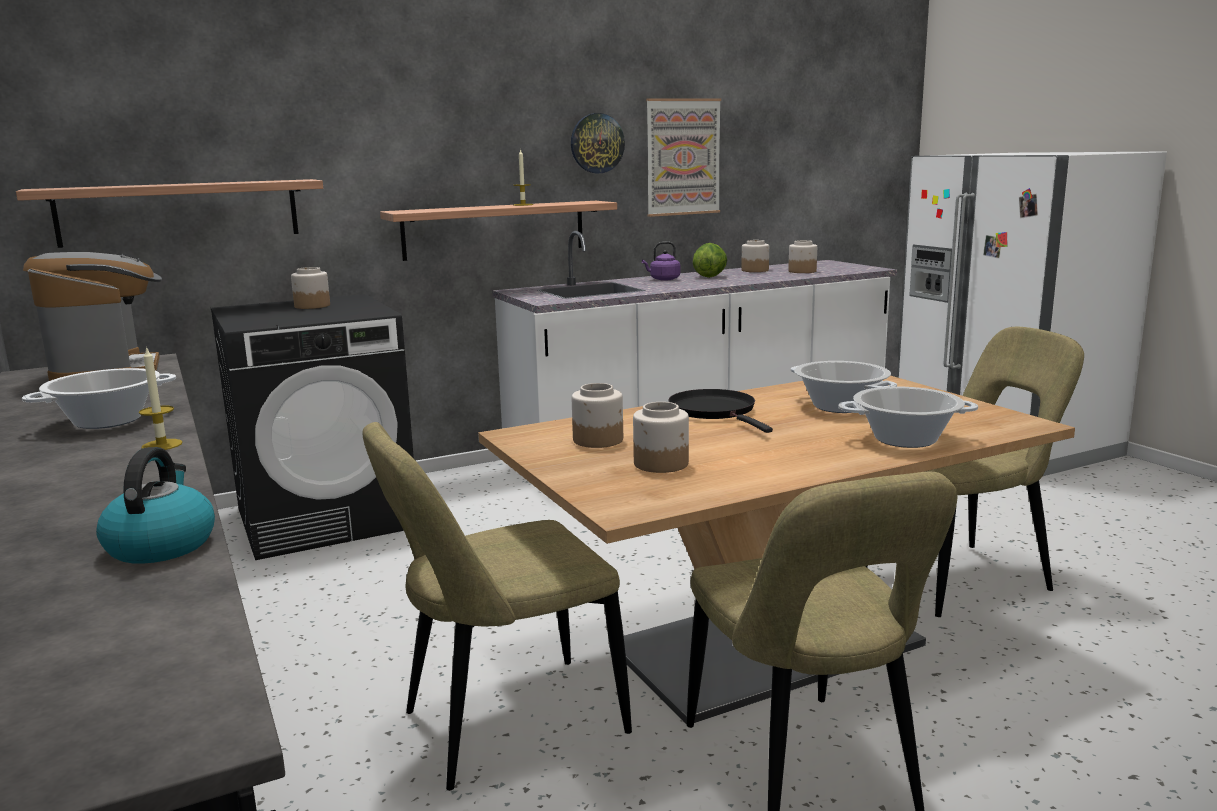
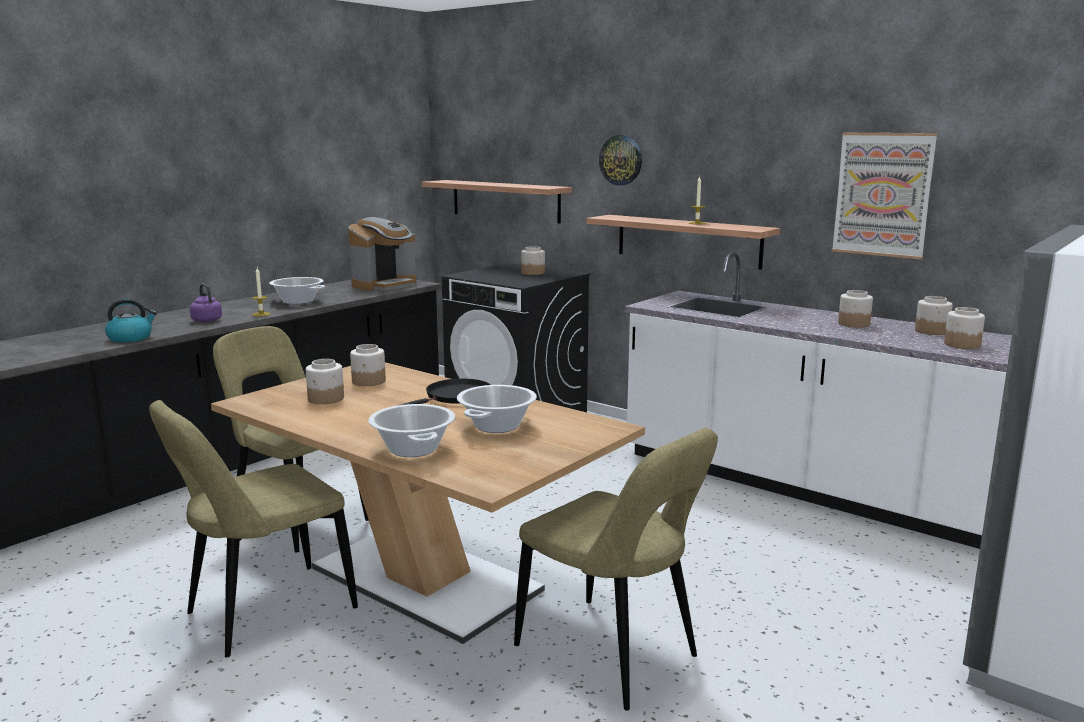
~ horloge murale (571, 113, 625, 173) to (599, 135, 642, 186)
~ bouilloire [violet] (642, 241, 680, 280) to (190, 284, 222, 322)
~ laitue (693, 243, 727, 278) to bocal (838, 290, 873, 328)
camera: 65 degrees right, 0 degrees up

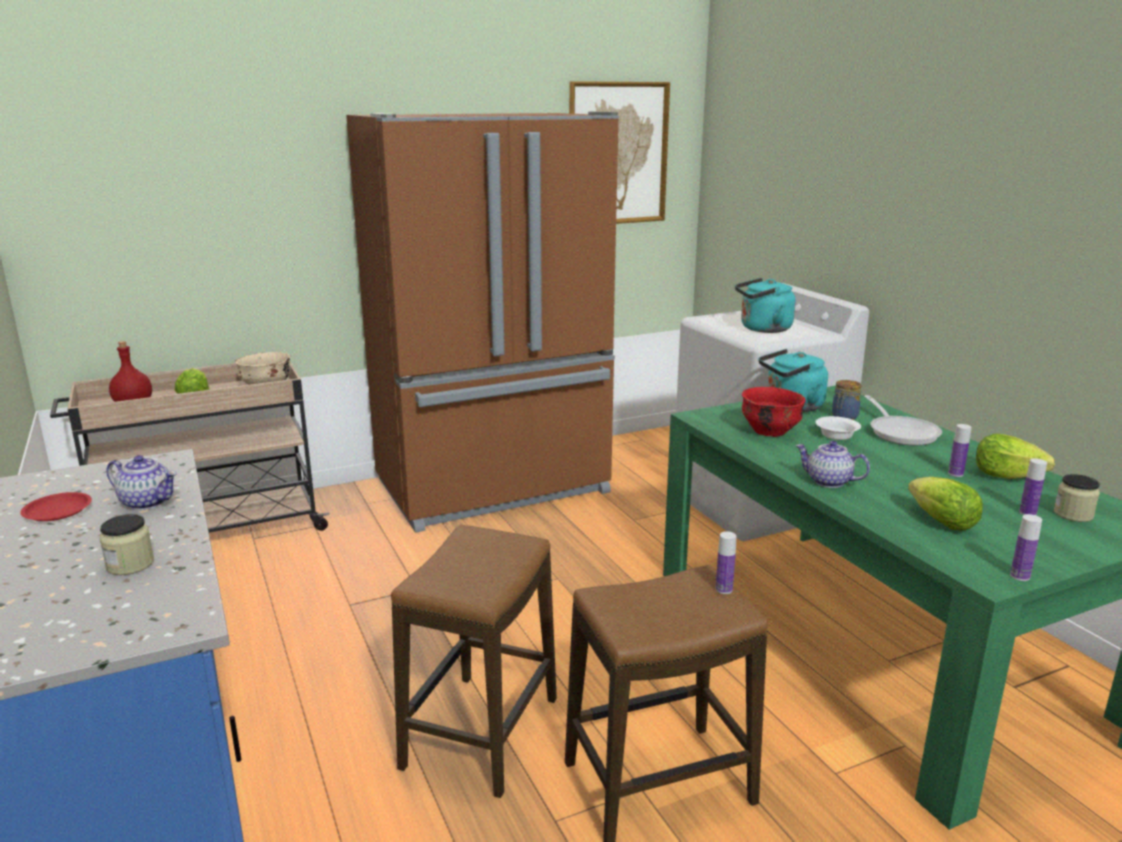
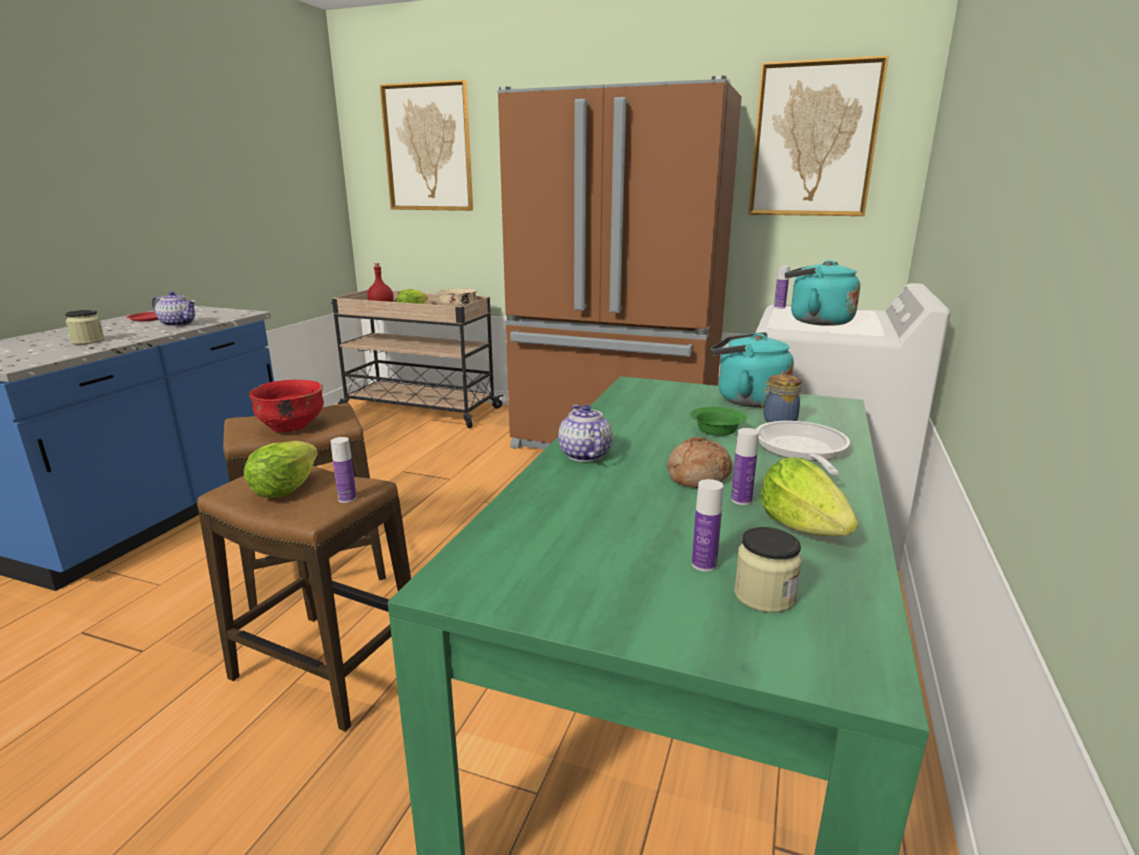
~ bol [rouge] (742, 387, 806, 437) to (248, 380, 324, 432)
~ poêle (864, 395, 942, 446) = (756, 421, 850, 475) 150 degrees clockwise
~ bol [blanc] (816, 416, 861, 440) to bol [vert] (690, 407, 747, 436)
~ théière (106, 455, 177, 510) = (152, 291, 196, 327) 45 degrees counterclockwise
~ laitue (908, 477, 983, 530) to (244, 441, 318, 497)
~ bouteille (1010, 514, 1042, 581) to (774, 266, 790, 309)
+ tableau (380, 80, 473, 211)
+ pain (667, 437, 732, 488)
camera: 45 degrees right, 0 degrees up

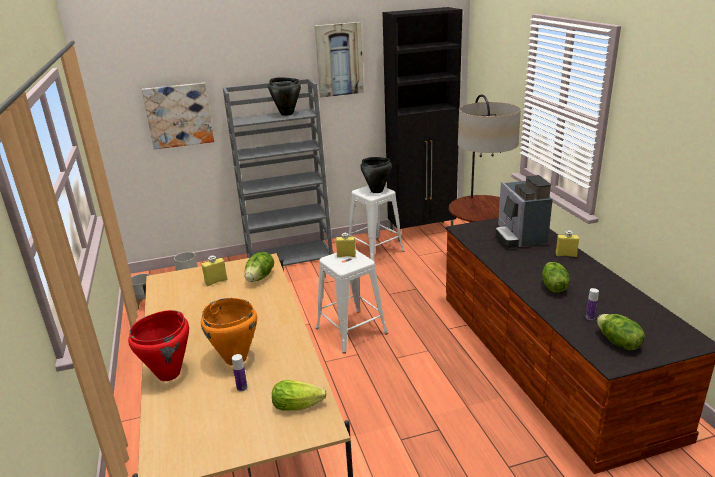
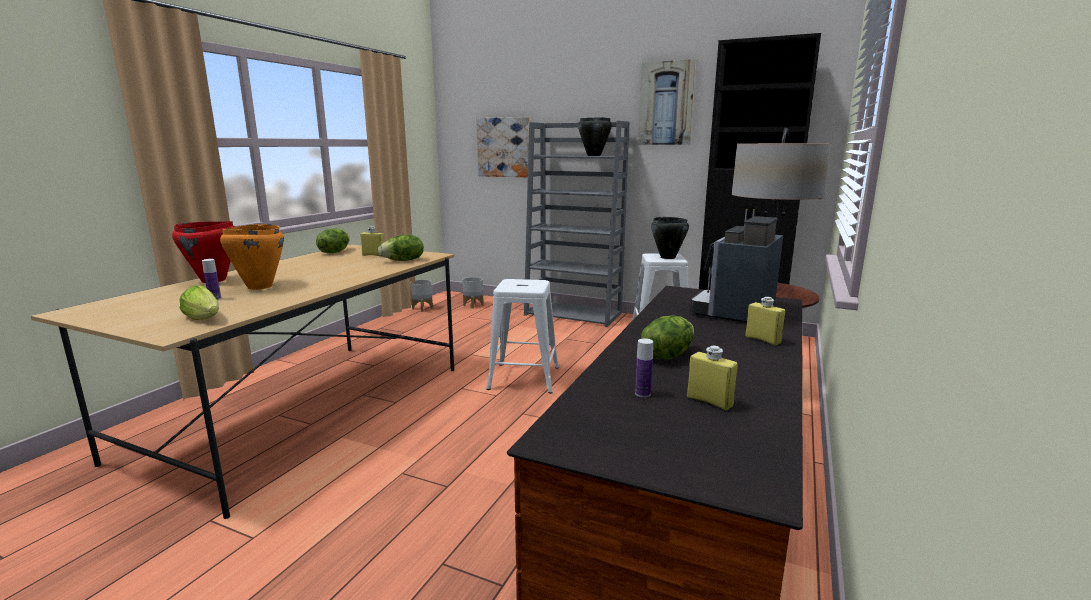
~ bouteille [jaune] (336, 233, 356, 257) to (687, 346, 738, 411)
~ laitue (597, 314, 645, 350) to (316, 229, 350, 253)
camera: 40 degrees right, 10 degrees down

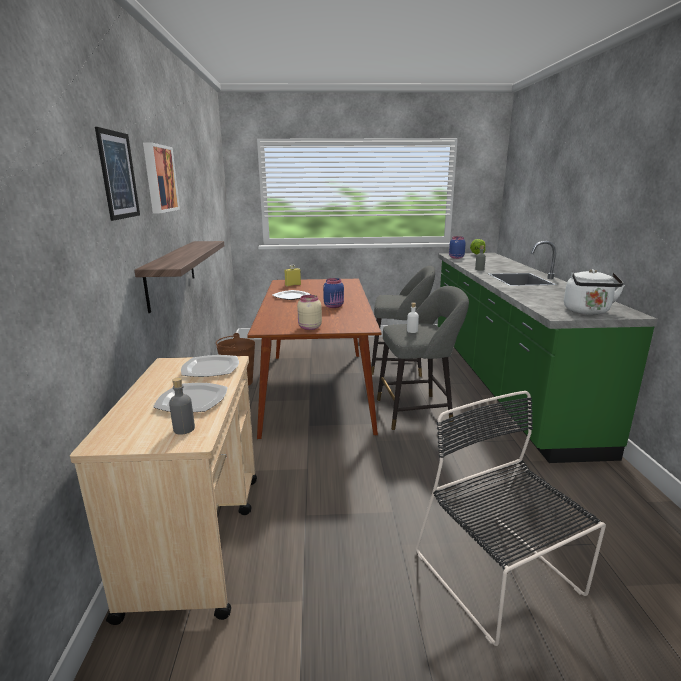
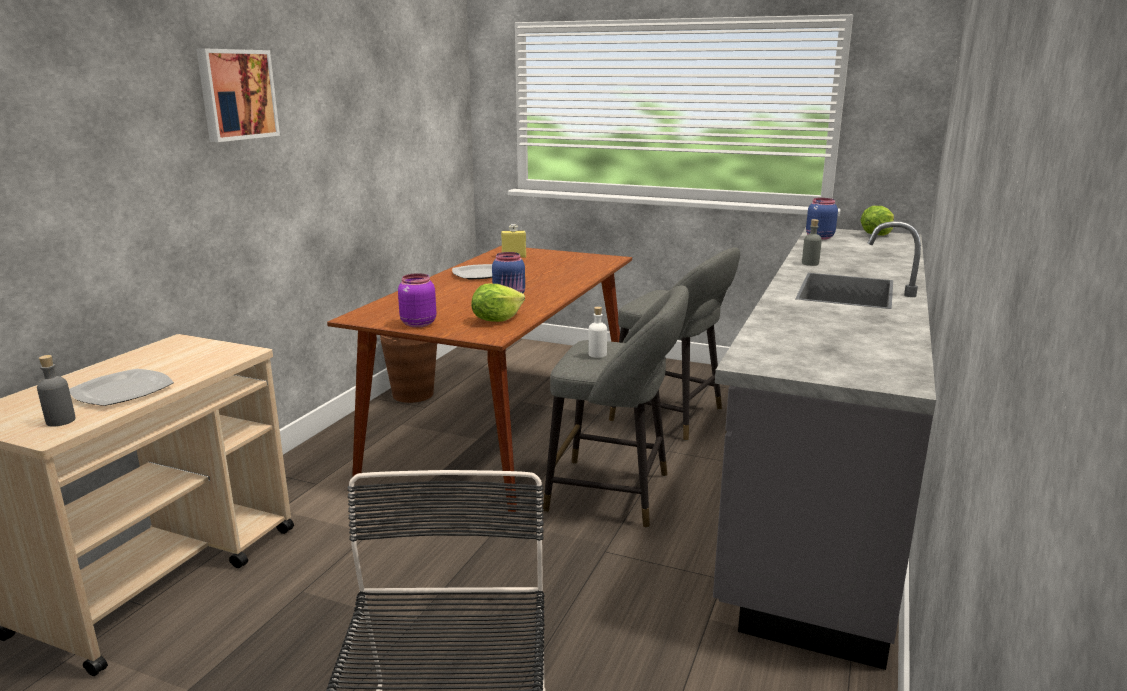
- tableau (95, 127, 140, 221)
- étagère (134, 241, 224, 313)
~ comptoir de cuisine [vert] (438, 241, 658, 463) to comptoir de cuisine [gris] (713, 221, 936, 670)
- bouilloire [blanc] (564, 269, 625, 315)
~ bocal [beige] (297, 295, 322, 330) to bocal [violet] (398, 273, 437, 328)
- assiette (181, 355, 239, 377)
+ laitue (471, 284, 525, 322)
camera: 25 degrees right, 0 degrees up

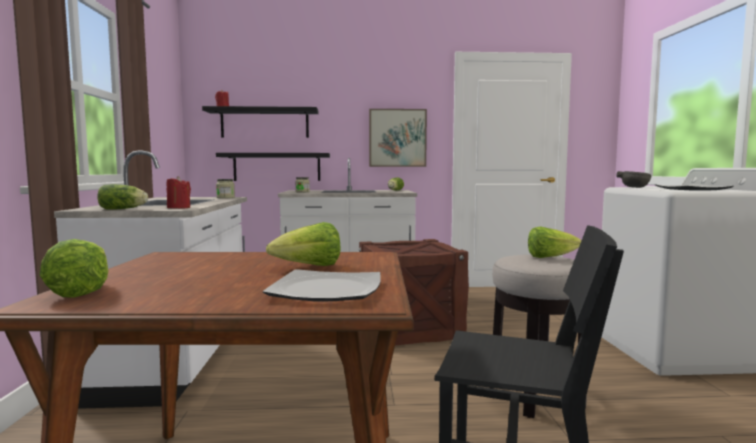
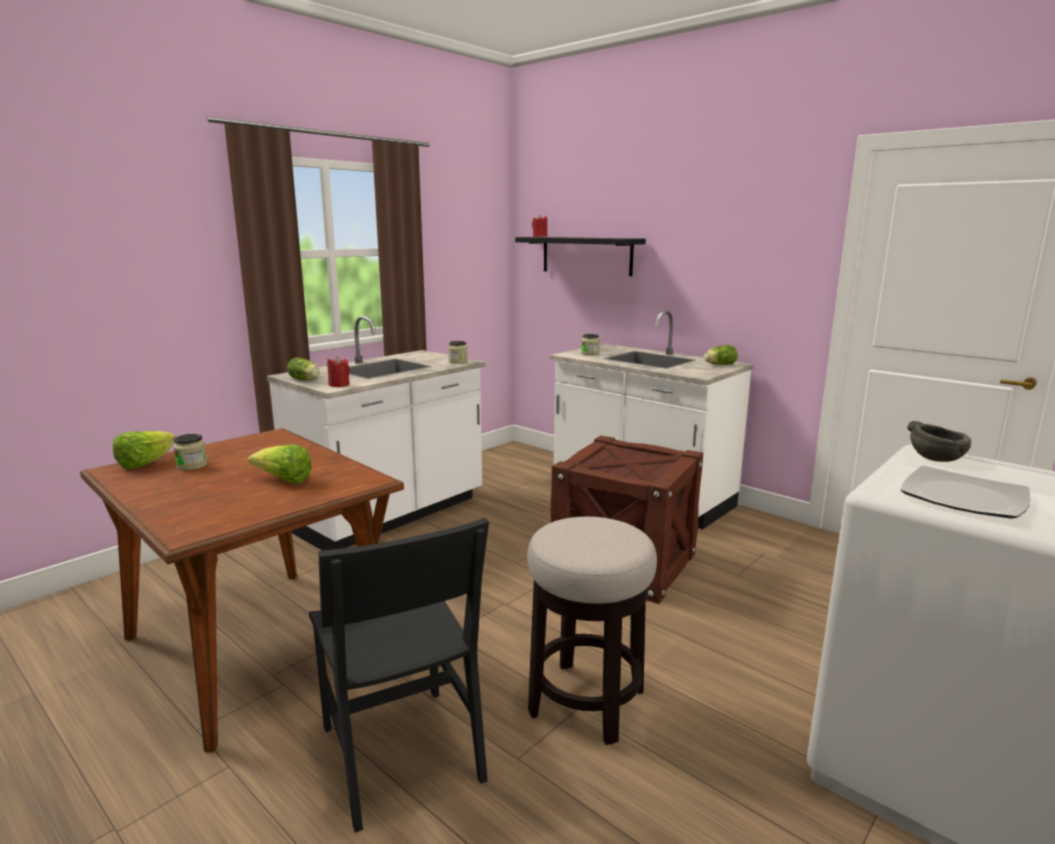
- tableau (369, 109, 427, 167)
- étagère [noir] (216, 153, 330, 181)
- laitue (528, 226, 582, 258)
- assiette (263, 269, 381, 301)
+ bocal (173, 434, 207, 470)
camera: 45 degrees right, 10 degrees up

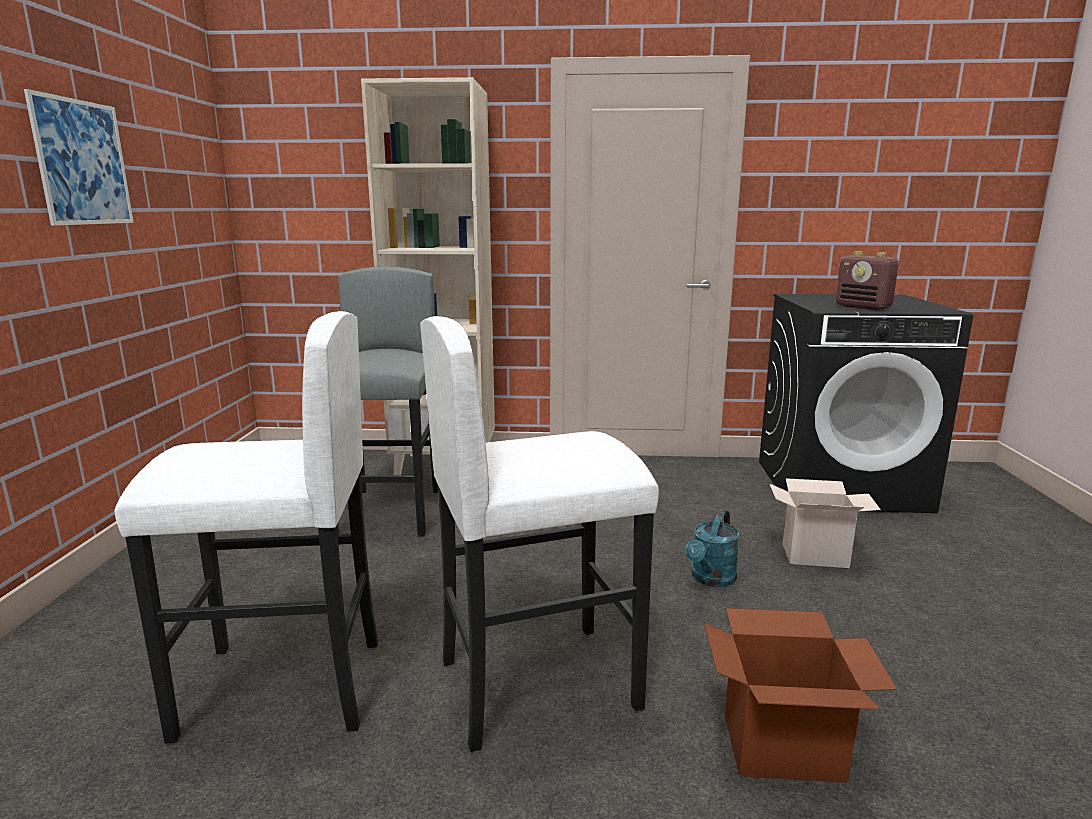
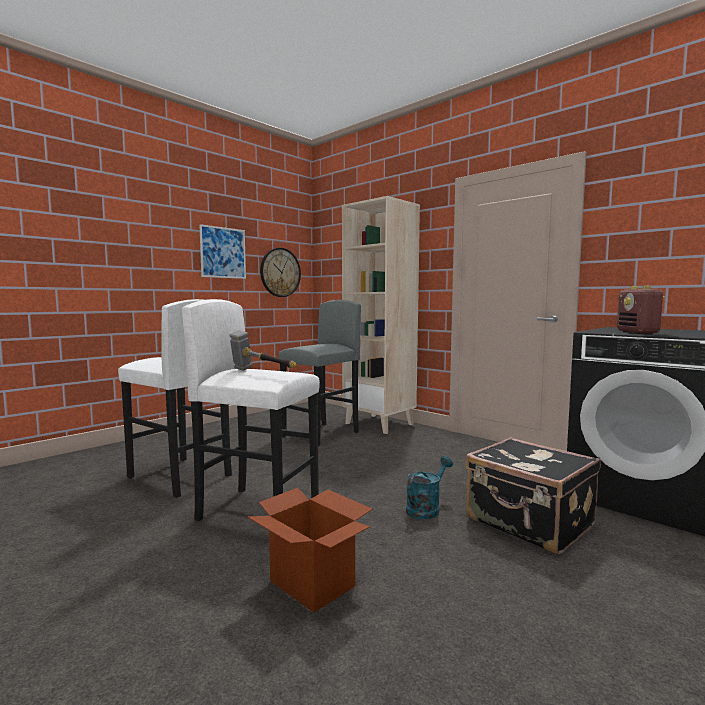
~ carton (770, 478, 881, 568) to valise [noir] (465, 437, 601, 554)
~ arrosoir [turquoise] (685, 510, 739, 587) = (406, 456, 453, 519) 150 degrees clockwise
+ horloge murale (260, 248, 301, 297)
+ marteau (229, 330, 296, 371)
camera: 40 degrees right, 10 degrees down

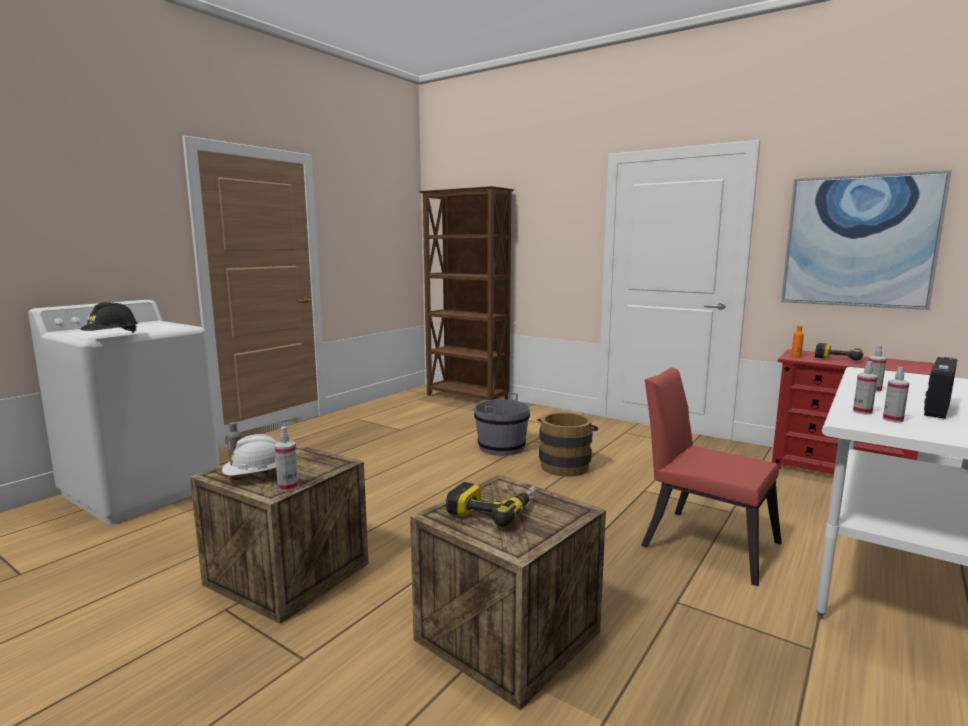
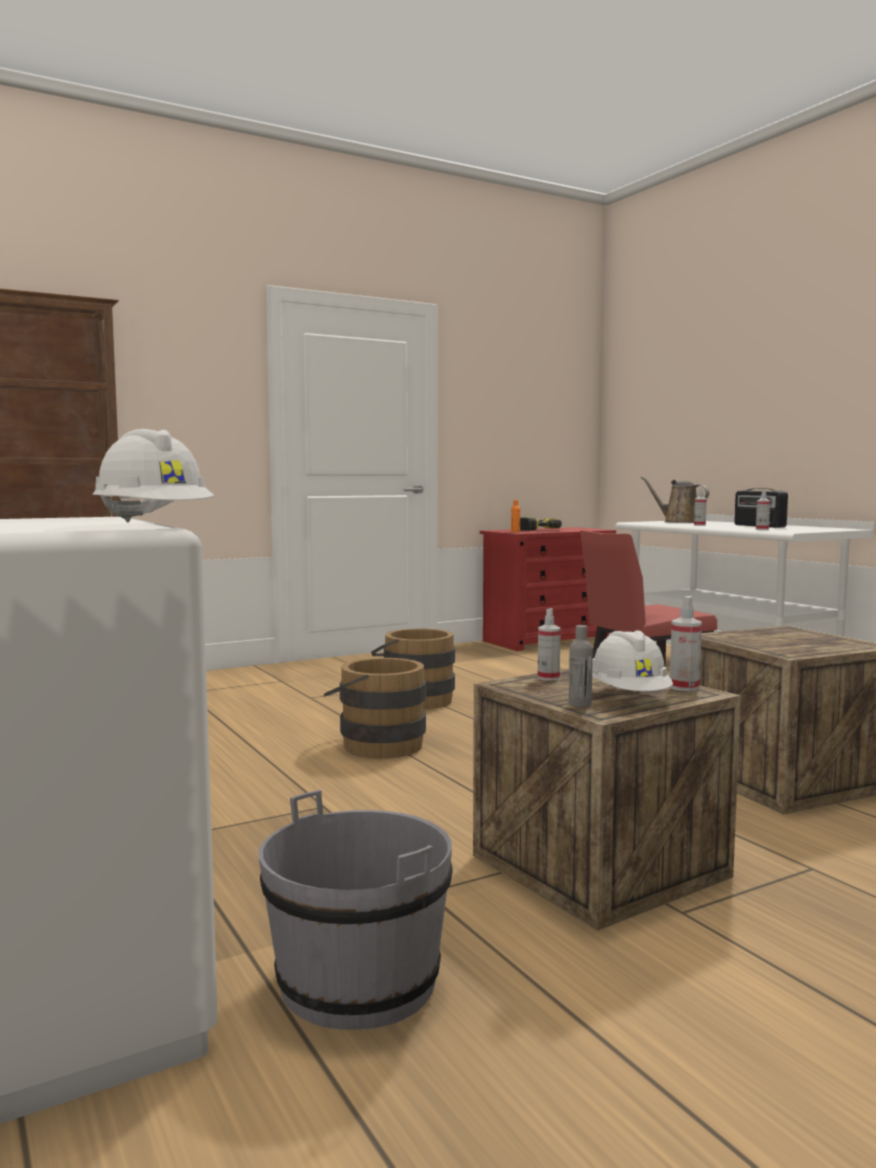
- tableau (781, 170, 952, 310)
~ casque de chantier [noir] (81, 302, 138, 333) to casque de chantier [blanc] (93, 429, 214, 523)
~ vaporisateur (883, 367, 909, 423) to (538, 608, 561, 681)
~ seau [gris] (474, 392, 530, 456) to (259, 790, 453, 1030)
- perceuse (446, 482, 537, 527)
+ arrosoir [marron] (640, 476, 709, 523)
+ seau [marron] (324, 658, 426, 758)
camera: 65 degrees left, 5 degrees down

